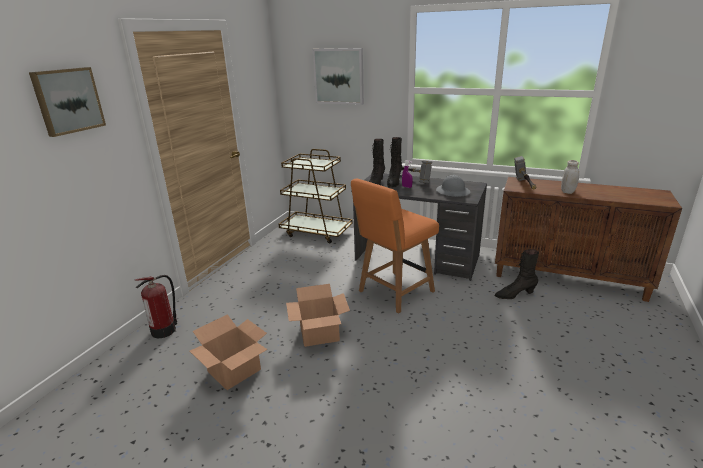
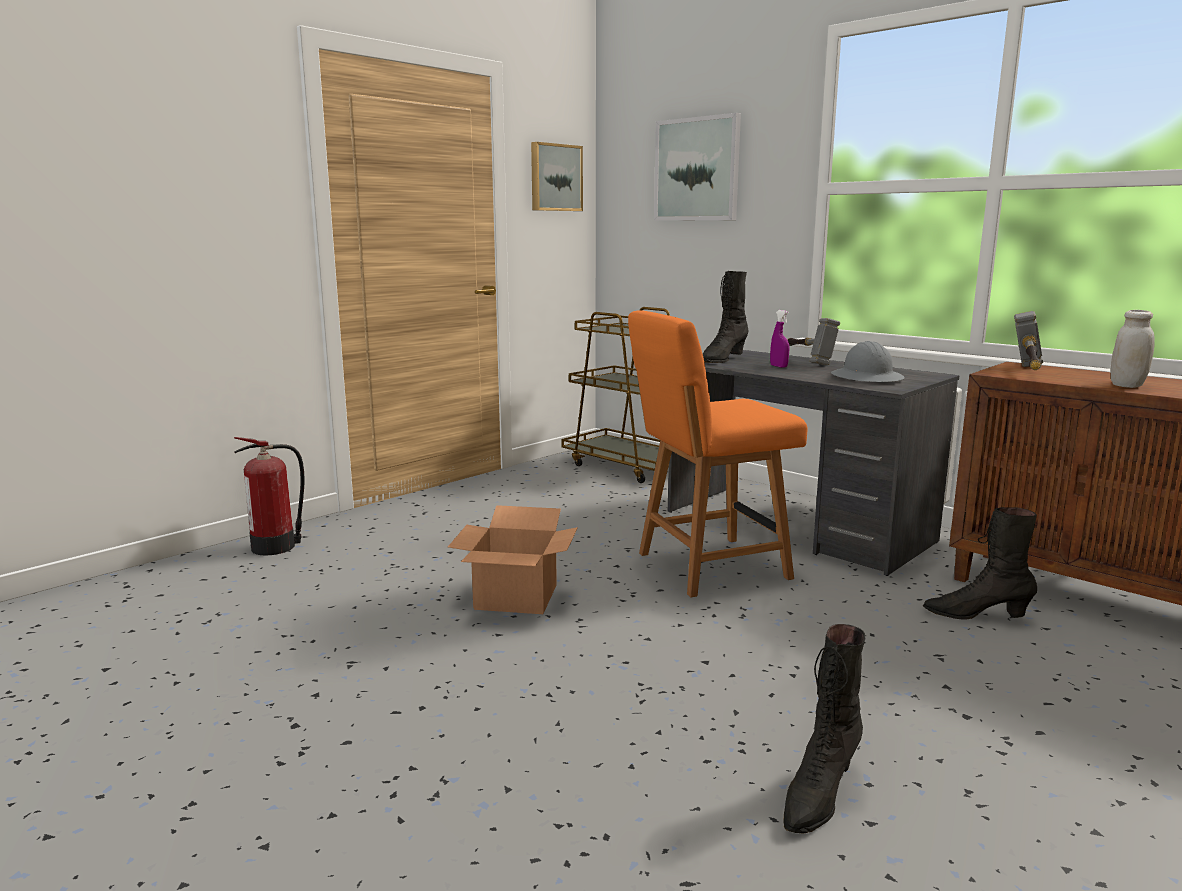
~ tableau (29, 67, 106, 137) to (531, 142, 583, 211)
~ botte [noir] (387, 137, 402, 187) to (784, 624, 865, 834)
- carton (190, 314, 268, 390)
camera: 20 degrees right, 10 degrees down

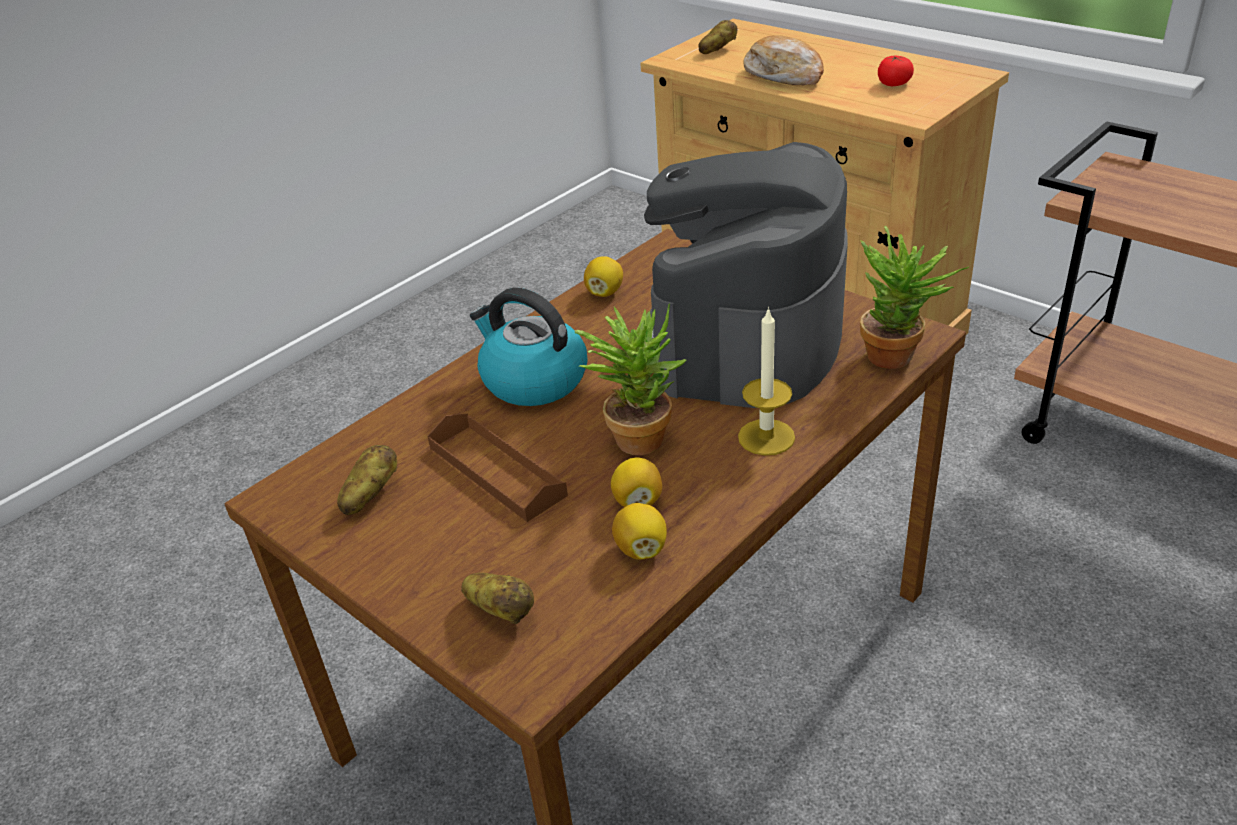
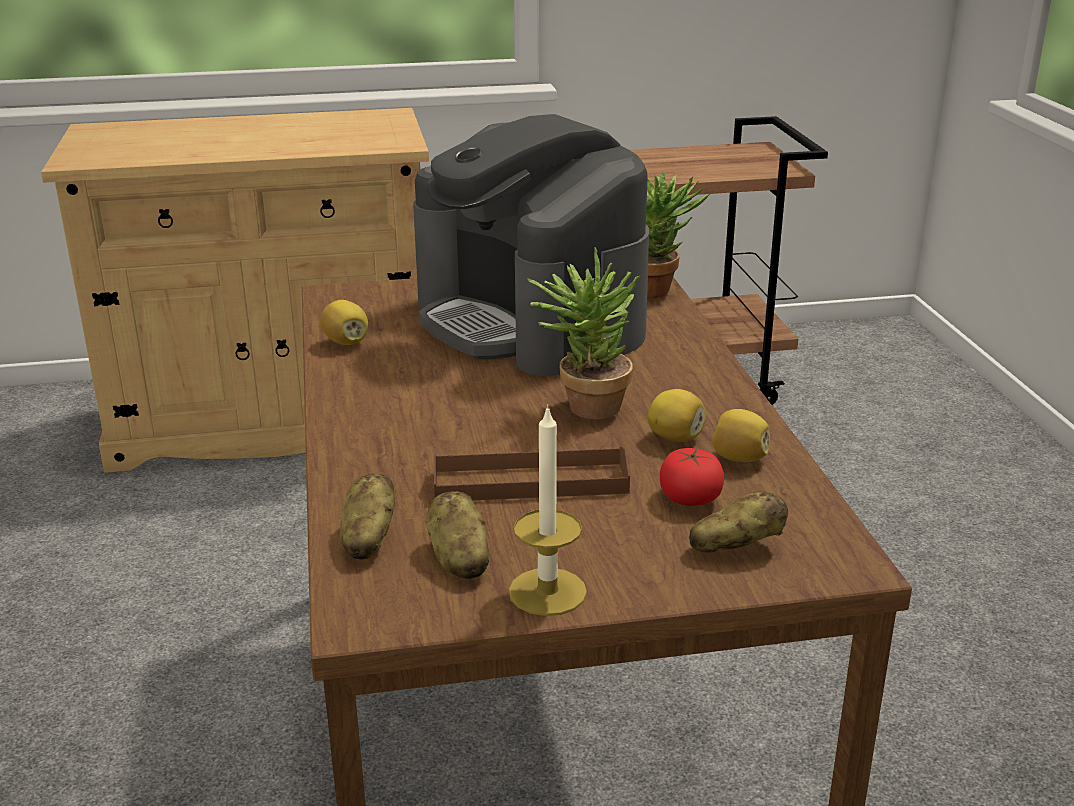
~ pomme de terre (698, 20, 737, 54) to (340, 473, 395, 560)
- pain (743, 35, 824, 86)
~ tomate (878, 55, 914, 86) to (660, 448, 724, 506)
- bouilloire (470, 288, 587, 406)
~ bougie (738, 307, 795, 456) to (509, 404, 587, 616)
camera: 55 degrees left, 10 degrees down

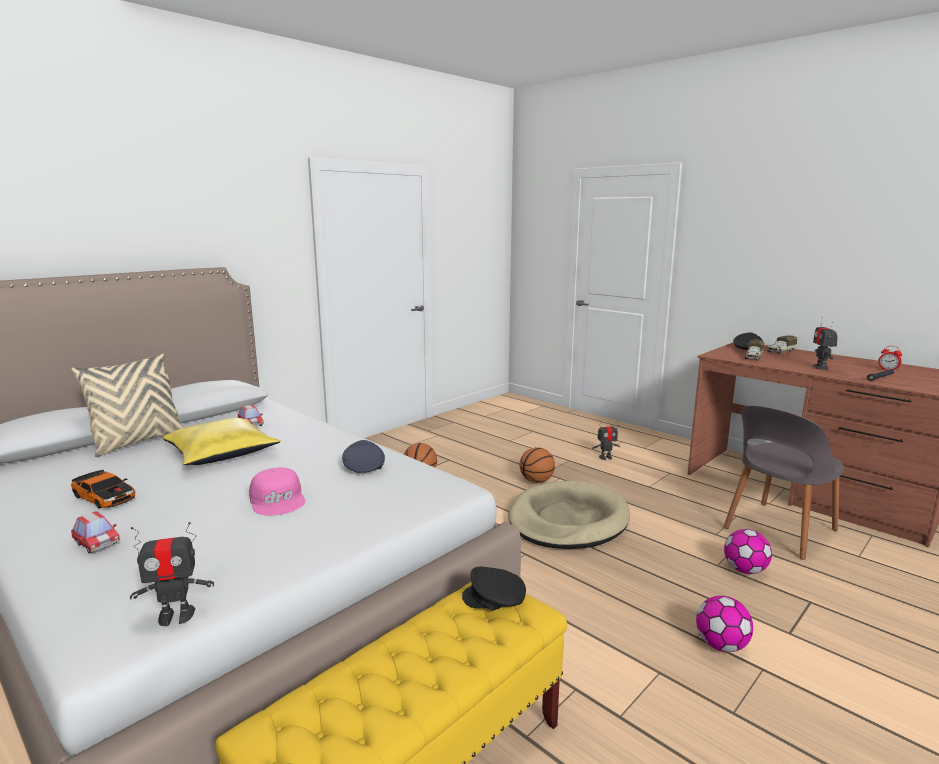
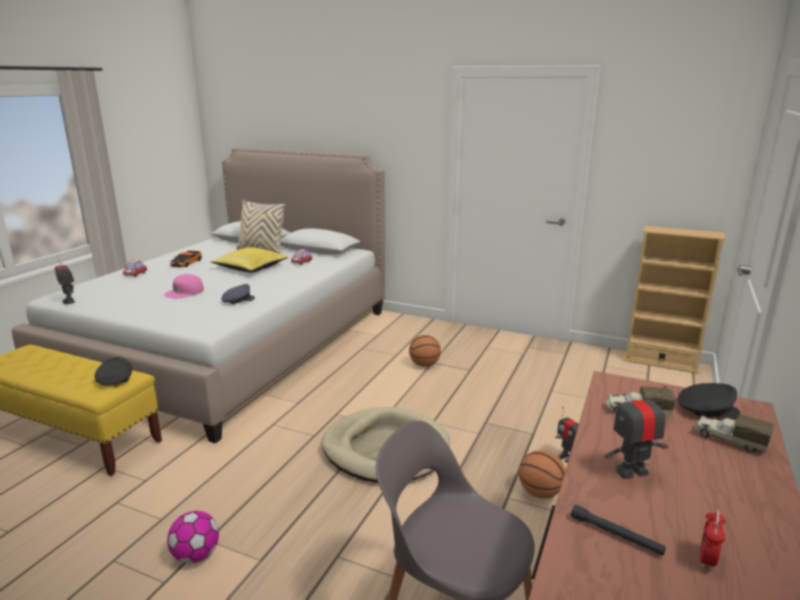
~ ballon de basket (520, 447, 555, 483) to (519, 450, 565, 498)
- ballon de foot (724, 529, 772, 574)
+ bibliothèque [beige] (624, 226, 726, 374)
camera: 70 degrees right, 5 degrees up

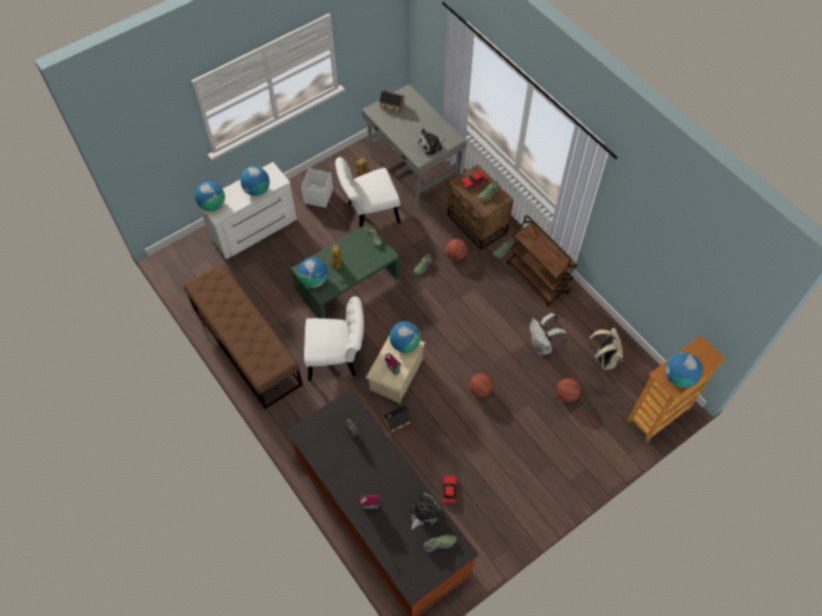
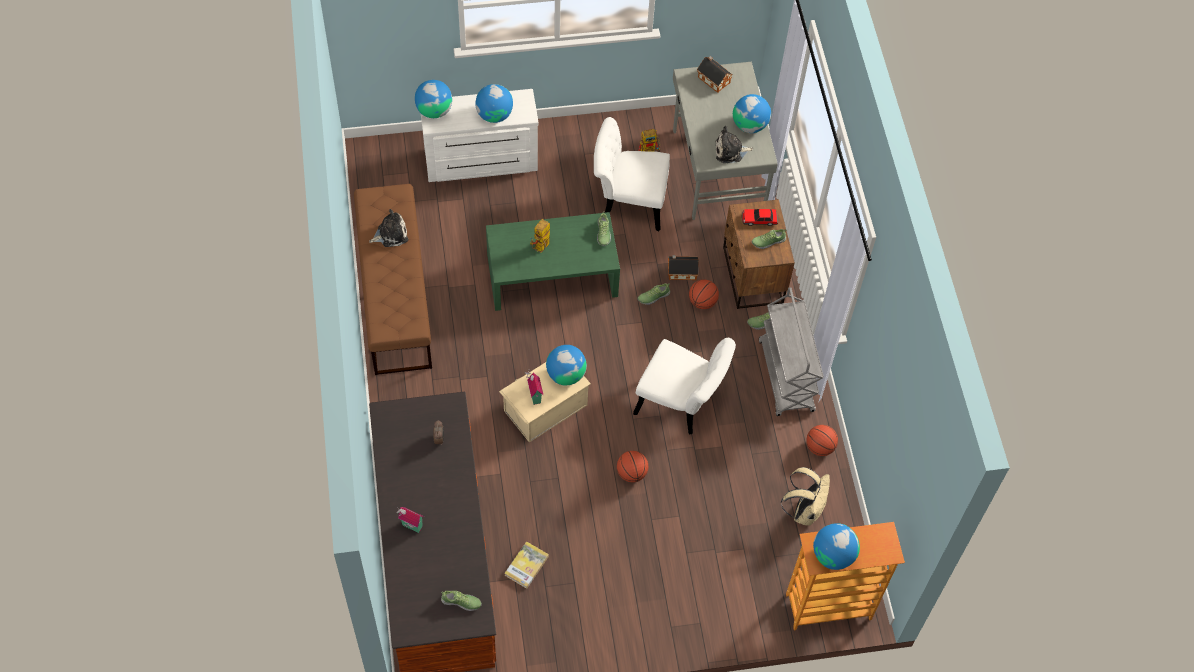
- boîte de rangement [blanc] (301, 168, 333, 208)
~ chariot [marron] (506, 215, 578, 307) to chariot [gris] (759, 287, 824, 416)
~ globe (298, 258, 328, 288) to (733, 94, 771, 133)
~ chaise [blanc] (304, 296, 364, 381) to (633, 338, 736, 434)
- sac à dos [blanc] (529, 313, 568, 355)
~ ballon de basket (556, 378, 581, 402) to (806, 425, 838, 456)
~ maison miniature (383, 405, 412, 433) to (668, 255, 699, 280)
~ petite voiture (443, 475, 457, 505) to livre (504, 541, 549, 589)
~ peluche (410, 493, 442, 530) to (369, 209, 408, 247)
camera: 25 degrees right, 0 degrees up

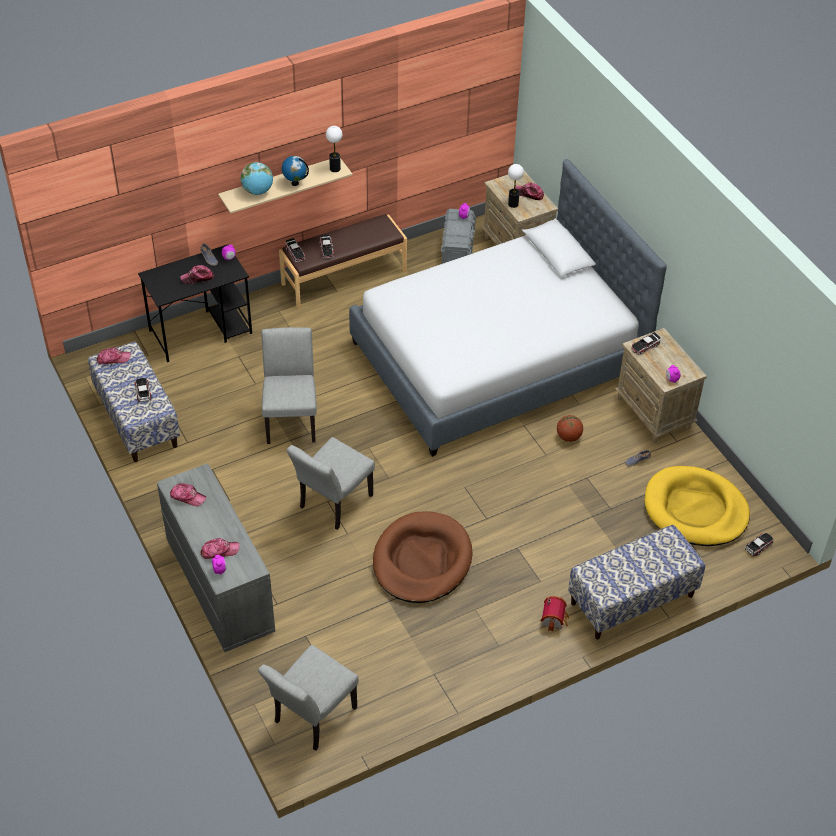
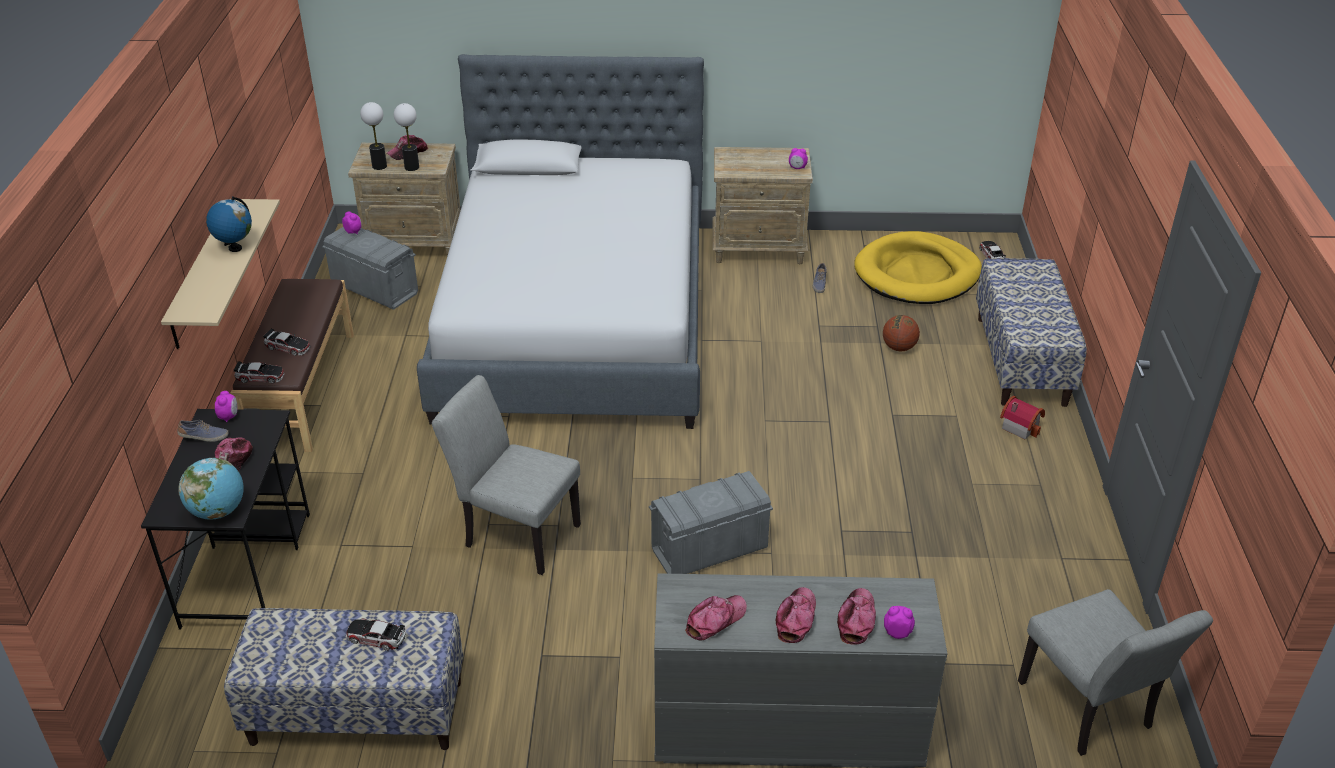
~ lampe de table (326, 126, 342, 172) to (360, 102, 387, 170)
~ globe (241, 162, 273, 195) to (179, 458, 244, 520)
- petite voiture (631, 332, 661, 355)
~ casquette (97, 347, 131, 364) to (776, 587, 816, 643)
~ ballon de basket (557, 415, 583, 442) to (883, 315, 920, 351)
~ chaise [gris] (287, 437, 375, 530) to boîte de rangement [gris] (649, 471, 773, 574)
- panier pour chien [marron] (373, 511, 473, 603)
camera: 60 degrees left, 10 degrees down

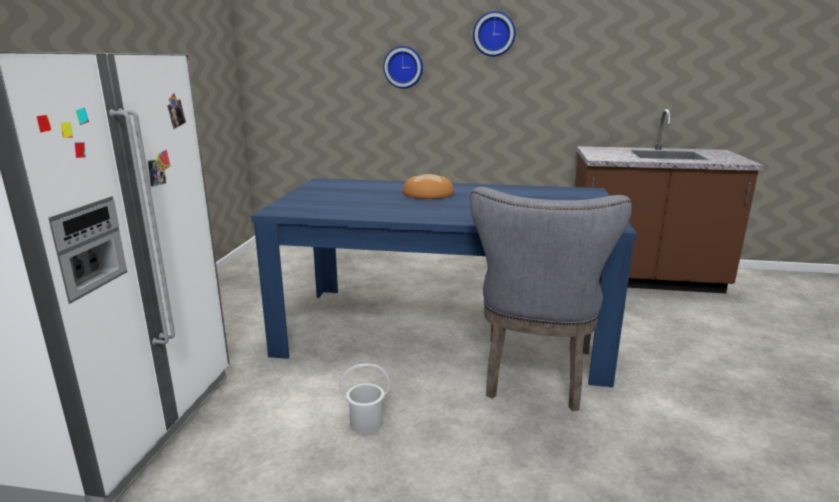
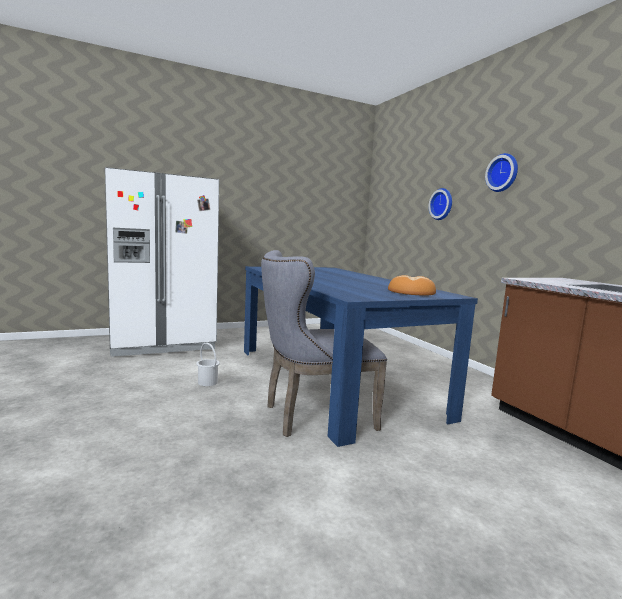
~ pain (403, 174, 454, 199) to (388, 275, 436, 295)
camera: 55 degrees right, 10 degrees down

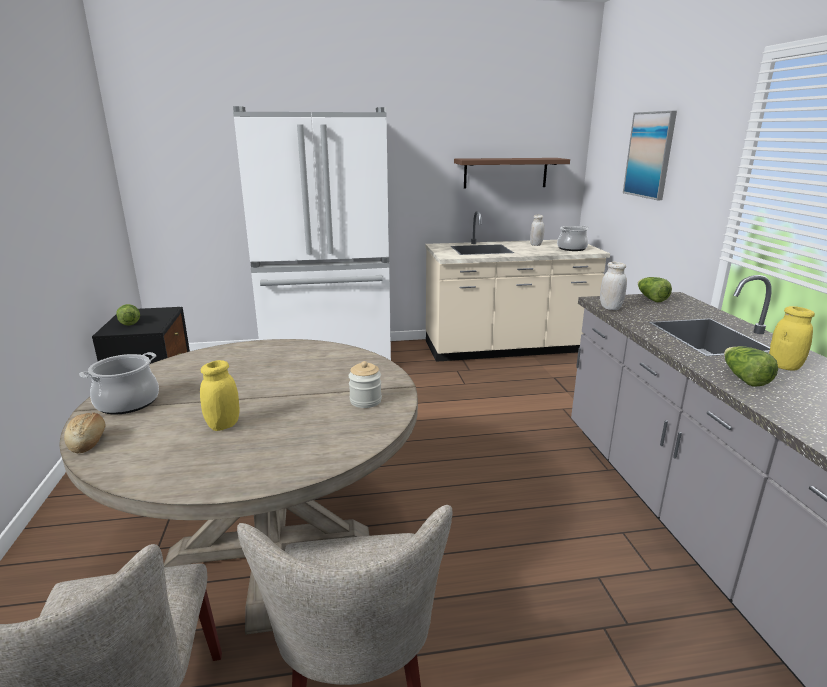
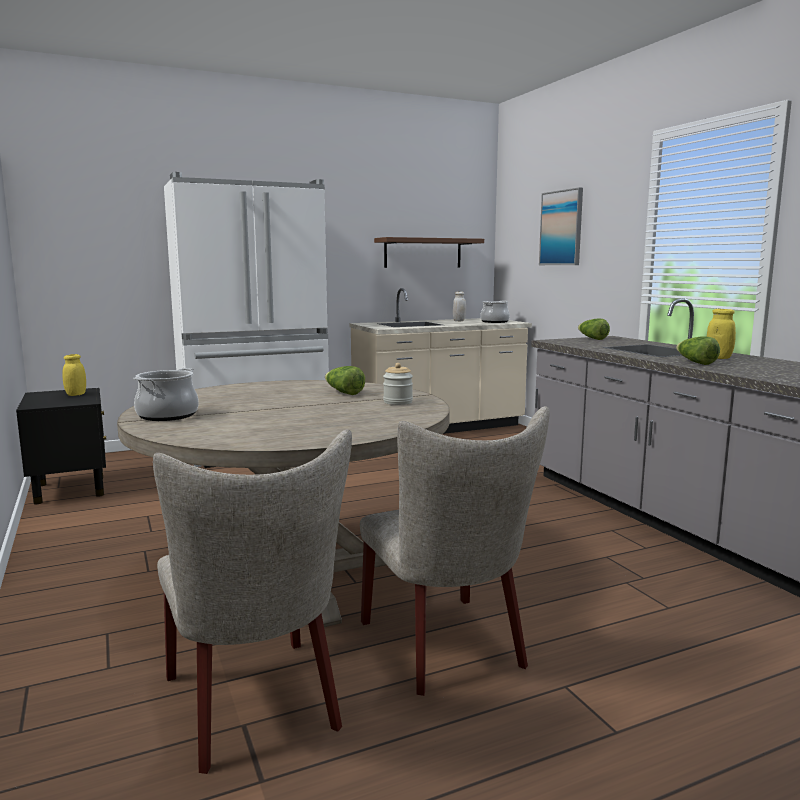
- bocal [blanc] (600, 262, 627, 310)
~ laitue (116, 304, 140, 326) to (325, 366, 365, 395)
~ bocal [jaune] (200, 360, 239, 431) to (62, 354, 86, 396)
- pain (64, 412, 105, 453)
camera: 15 degrees left, 10 degrees down

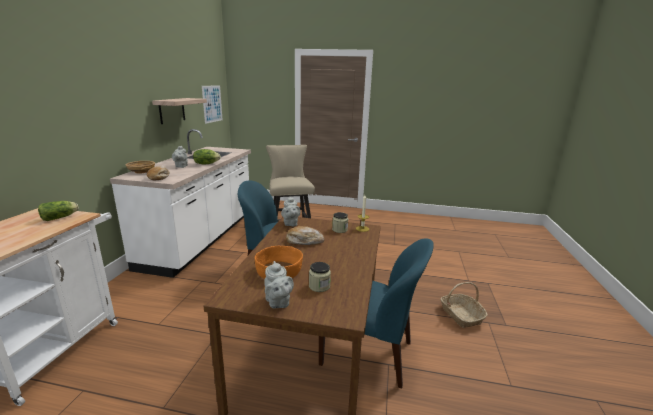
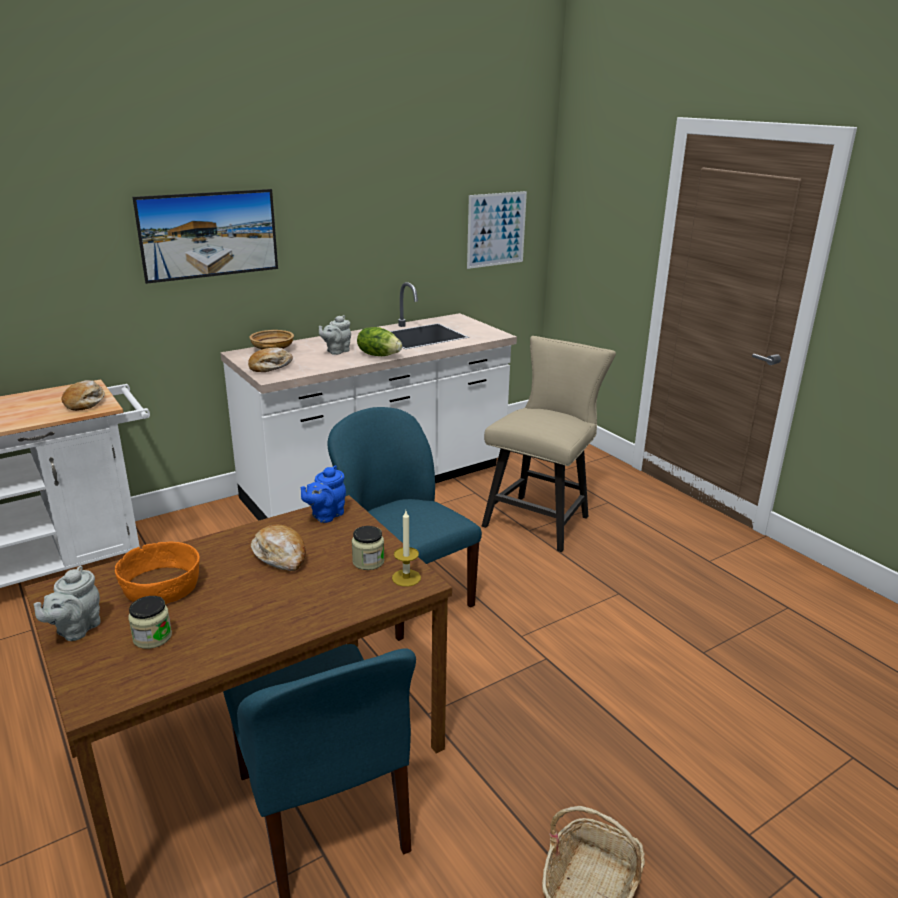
- étagère (152, 98, 207, 124)
~ théière [gris] (281, 196, 301, 226) to théière [bleu] (301, 465, 346, 523)
~ laitue (38, 201, 79, 221) to pain (62, 380, 105, 411)
+ tableau (133, 189, 278, 284)
camera: 45 degrees right, 5 degrees up

